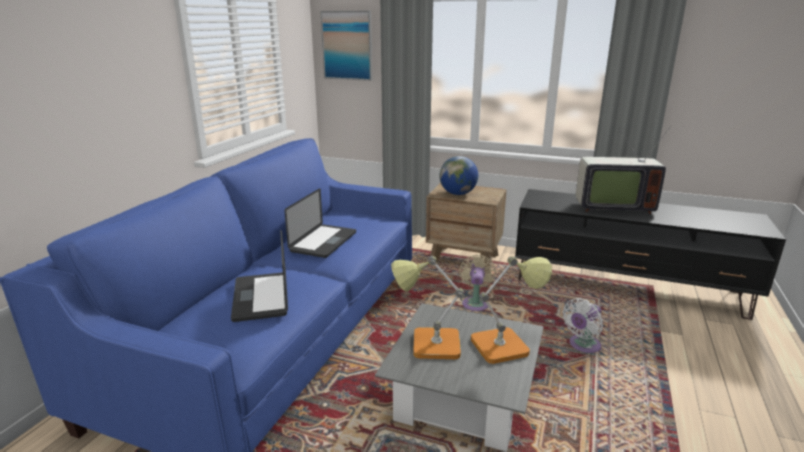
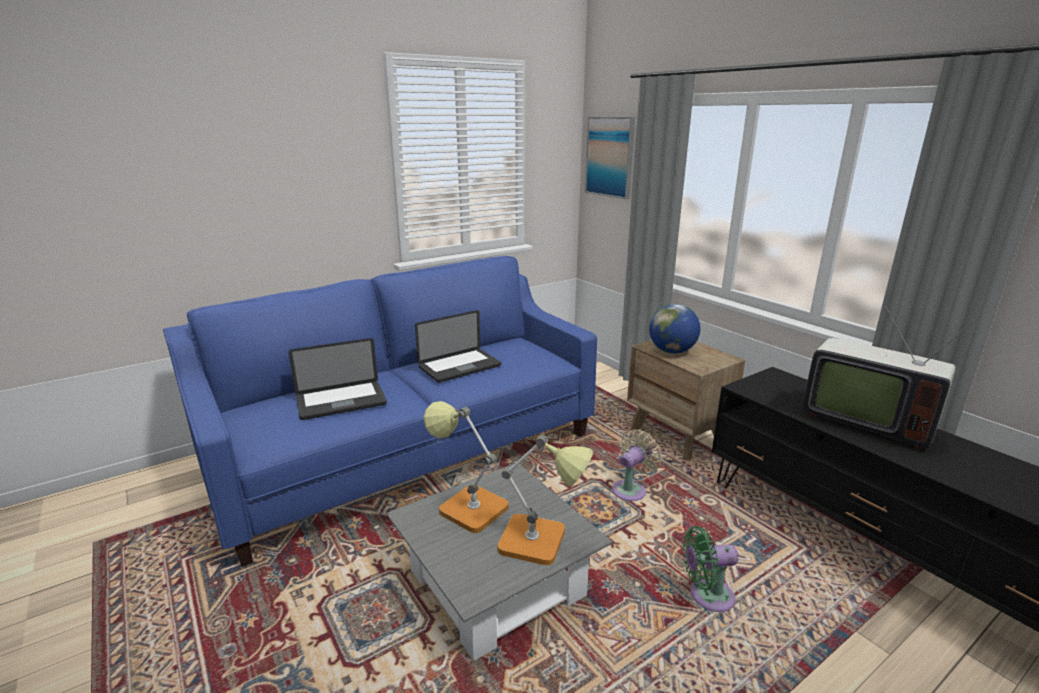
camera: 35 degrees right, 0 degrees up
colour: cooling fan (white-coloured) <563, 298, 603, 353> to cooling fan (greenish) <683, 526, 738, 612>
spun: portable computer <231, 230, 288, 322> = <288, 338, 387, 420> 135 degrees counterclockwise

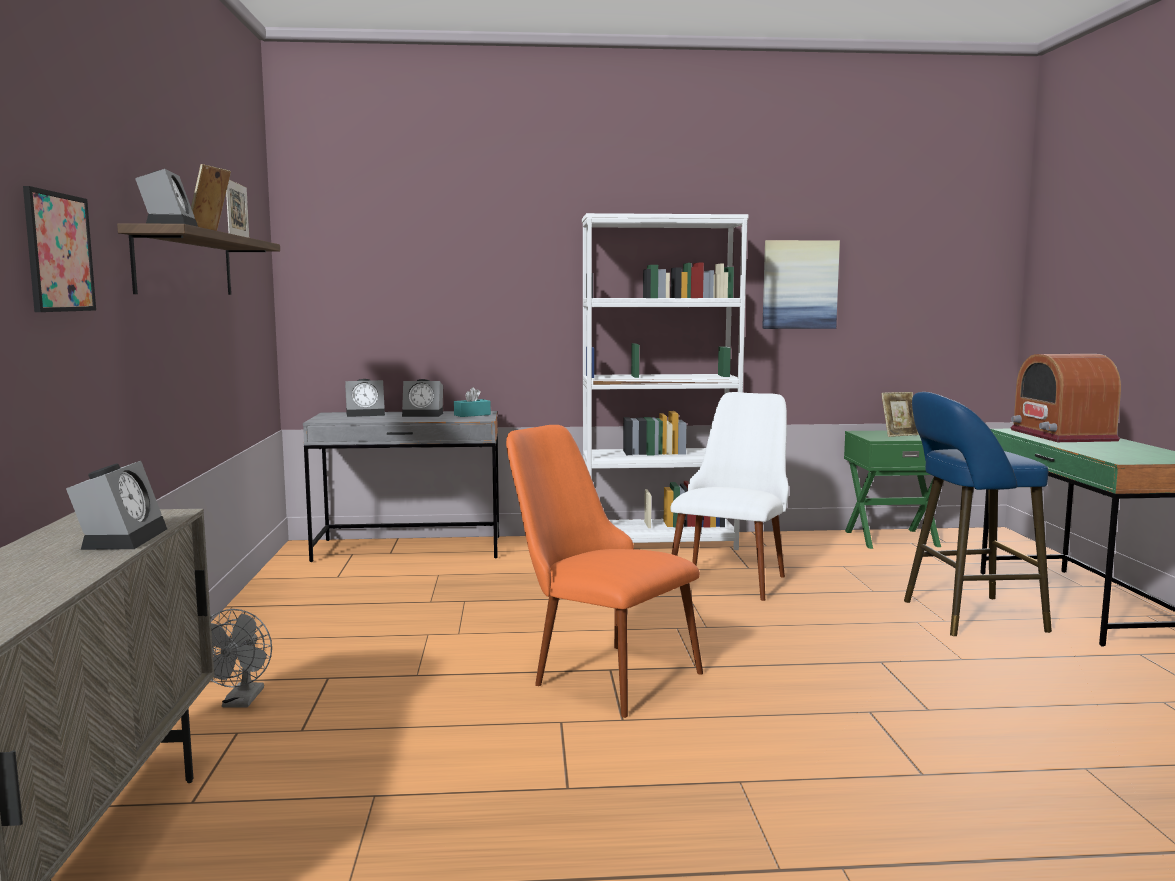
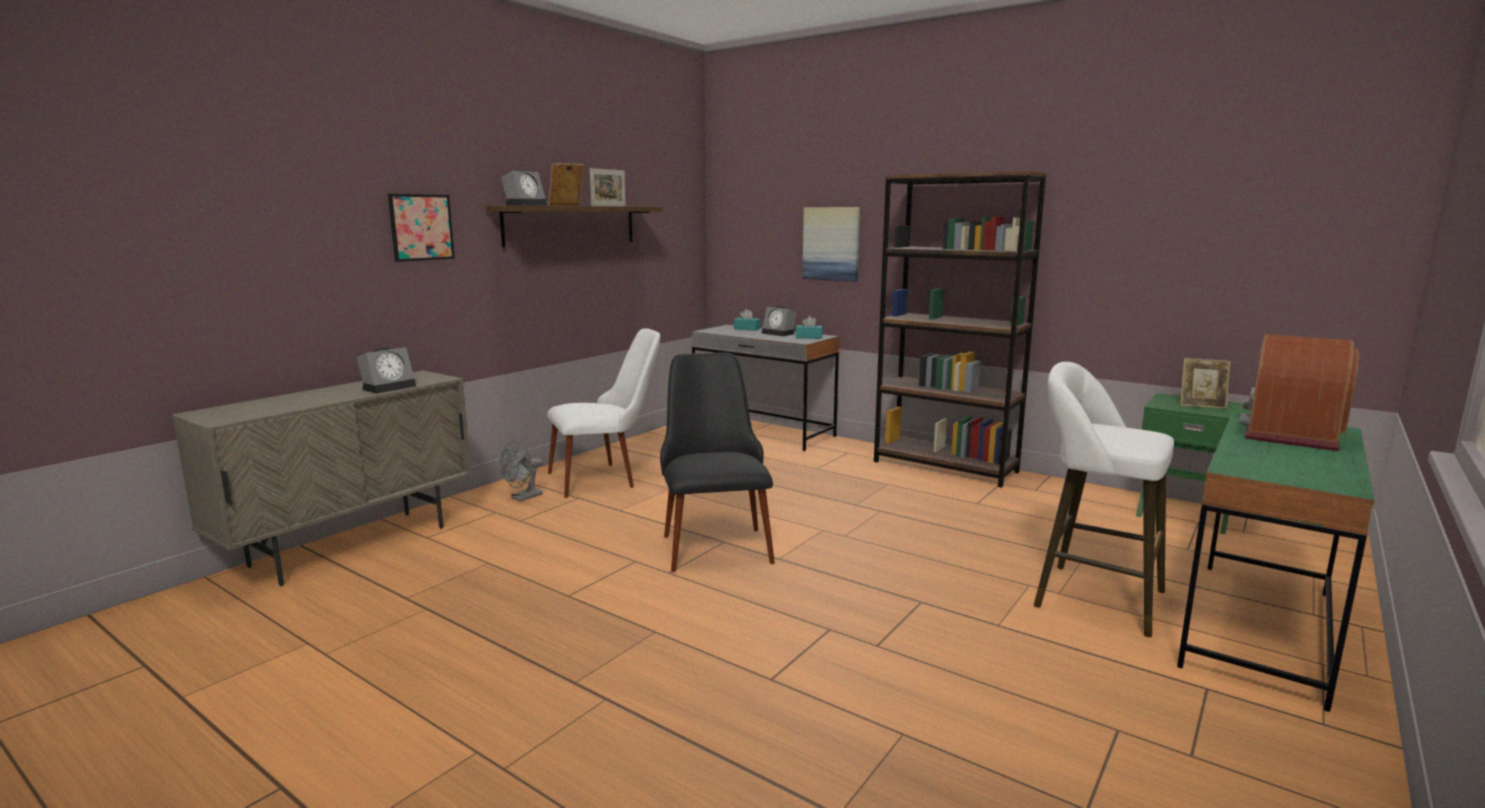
camera: 40 degrees right, 5 degrees up
relocated: chair (white-coloured) <670, 392, 789, 601> to <547, 328, 660, 498>; wall picture <762, 240, 840, 329> to <802, 207, 860, 282>
exchanged: alarm clock <345, 379, 385, 417> to tissue box (turquoise-coloured) <734, 309, 761, 331>
colour: chair (orange) <506, 425, 703, 718> to chair (blackish) <660, 352, 775, 572>; bookcase (white-coloured) <582, 213, 749, 550> to bookcase (brown-coloured) <874, 171, 1047, 488>; sitting stool (blue-coloured) <904, 392, 1052, 636> to sitting stool (white-coloured) <1034, 362, 1174, 637>

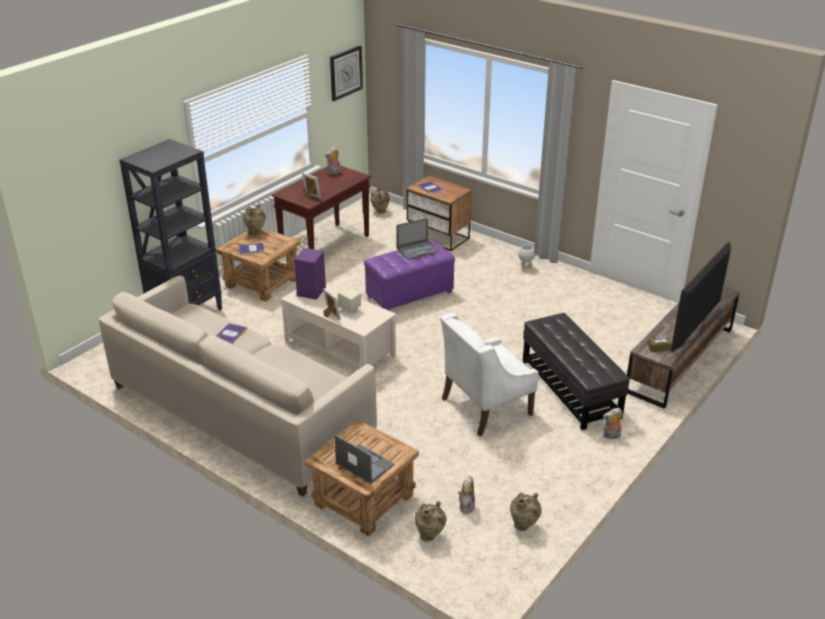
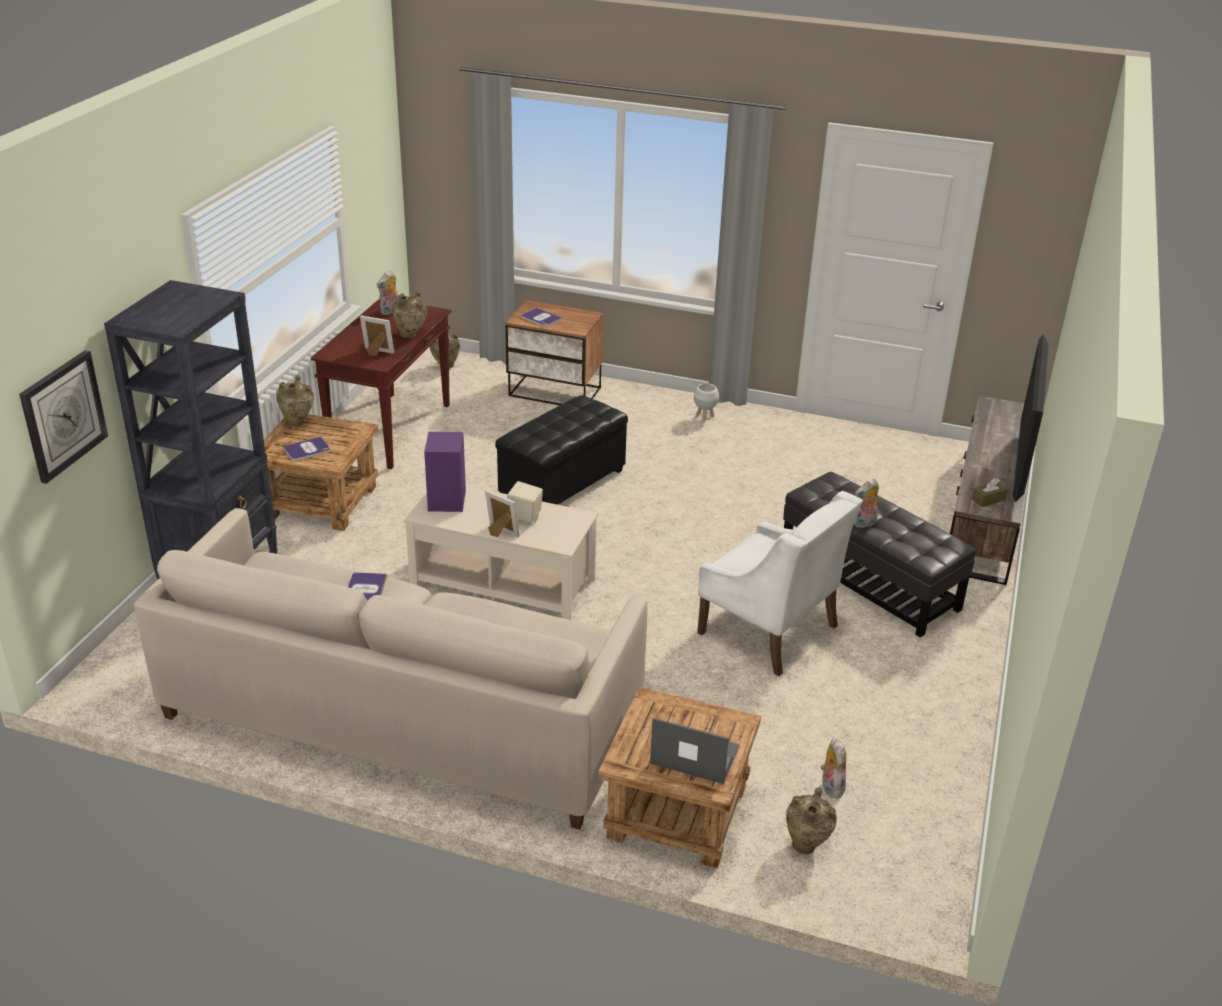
camera: 20 degrees left, 0 degrees up
missing: portable computer <397, 218, 439, 260>
relocated: hanging clock <330, 45, 363, 101> to <19, 350, 108, 484>; decorative vase (beige-coloured) <510, 493, 542, 531> to <392, 291, 427, 338>; plush toy <603, 408, 623, 439> to <853, 478, 879, 528>
colour: pouffe (purple) <364, 240, 455, 310> to pouffe (blackish) <495, 395, 628, 505>
spun: lounge chair (white-coloured) <440, 312, 539, 437> = <697, 491, 863, 676> 90 degrees counterclockwise

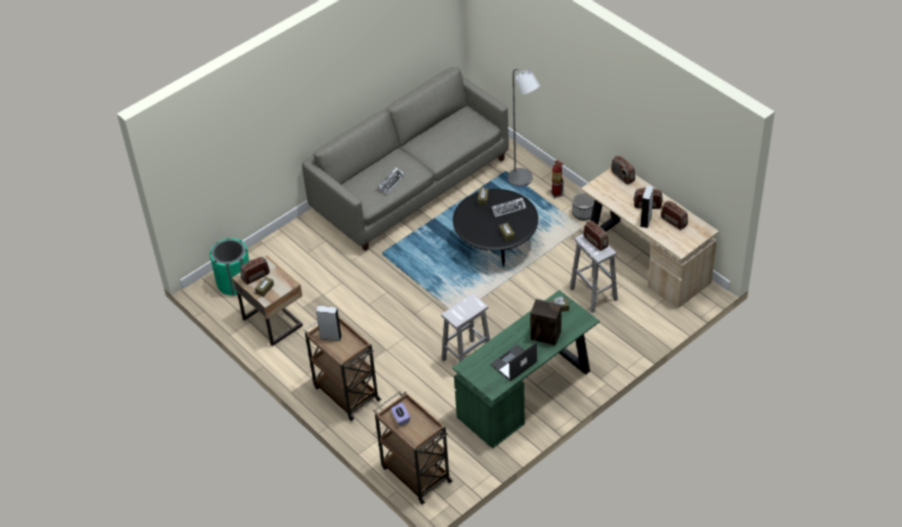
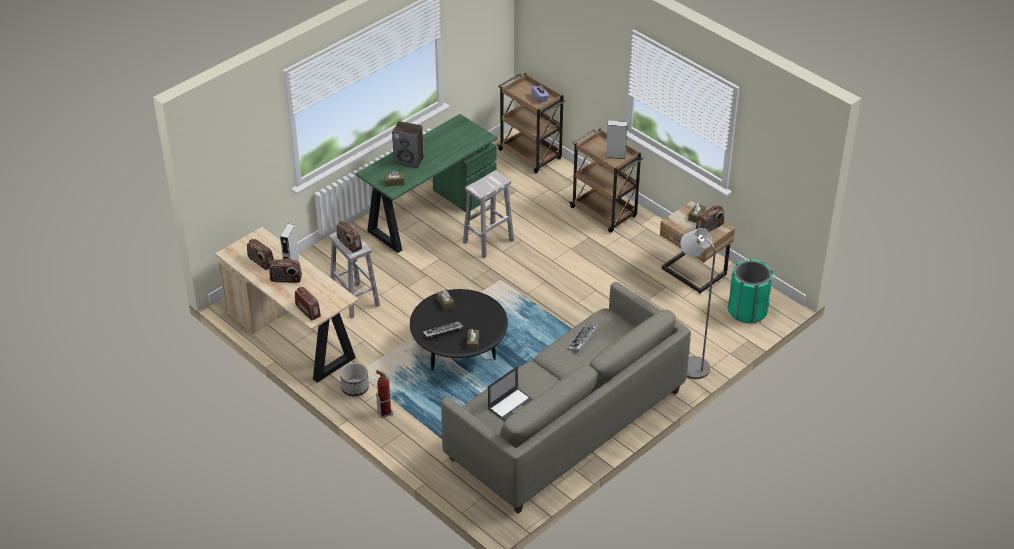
camera: 175 degrees right, 5 degrees down
relocated: portable computer <490, 342, 537, 382> to <488, 366, 533, 421>; standing lamp (grey) <508, 69, 540, 186> to <680, 228, 716, 379>

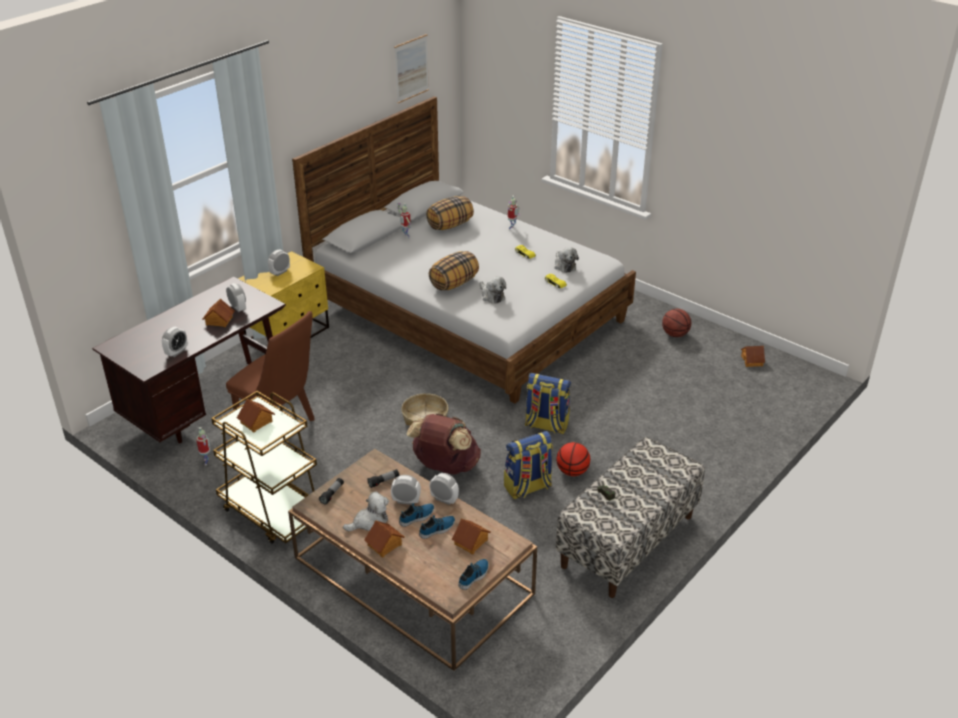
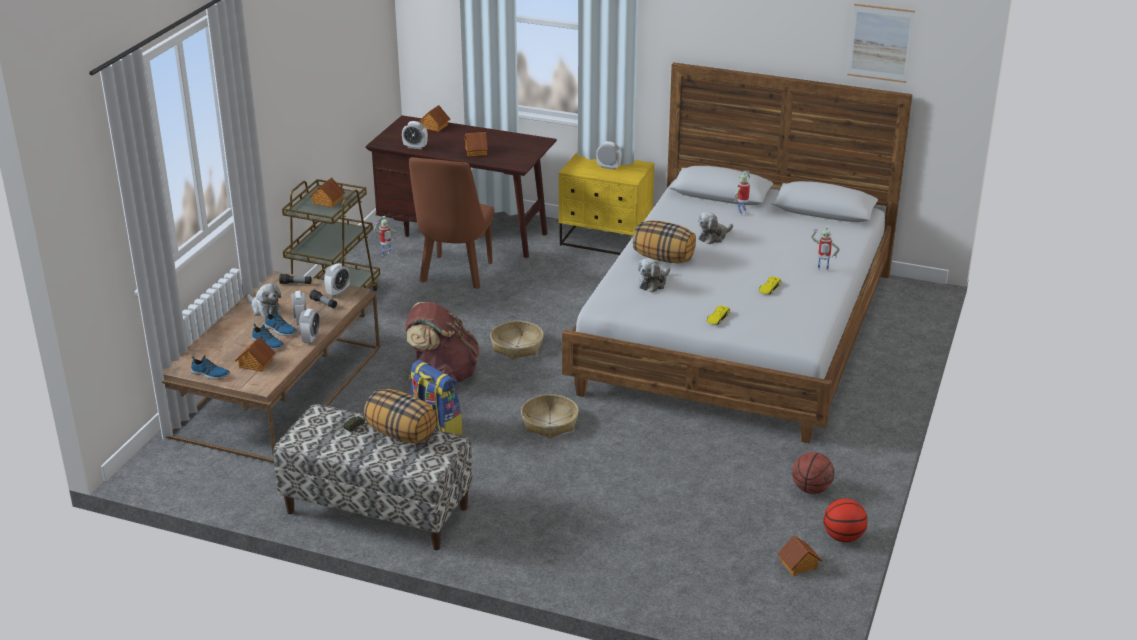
camera: 70 degrees right, 5 degrees down
relocated: alarm clock <226, 283, 246, 312> to <324, 263, 350, 297>; cushion <426, 196, 474, 230> to <363, 389, 438, 444>; miniature house <364, 520, 405, 557> to <418, 105, 450, 132>; plush toy <555, 247, 579, 273> to <698, 212, 733, 244>; ball for basketball <556, 442, 590, 476> to <823, 499, 868, 542>
exchanged: knapsack <525, 373, 571, 434> to storage basket <521, 394, 579, 439>

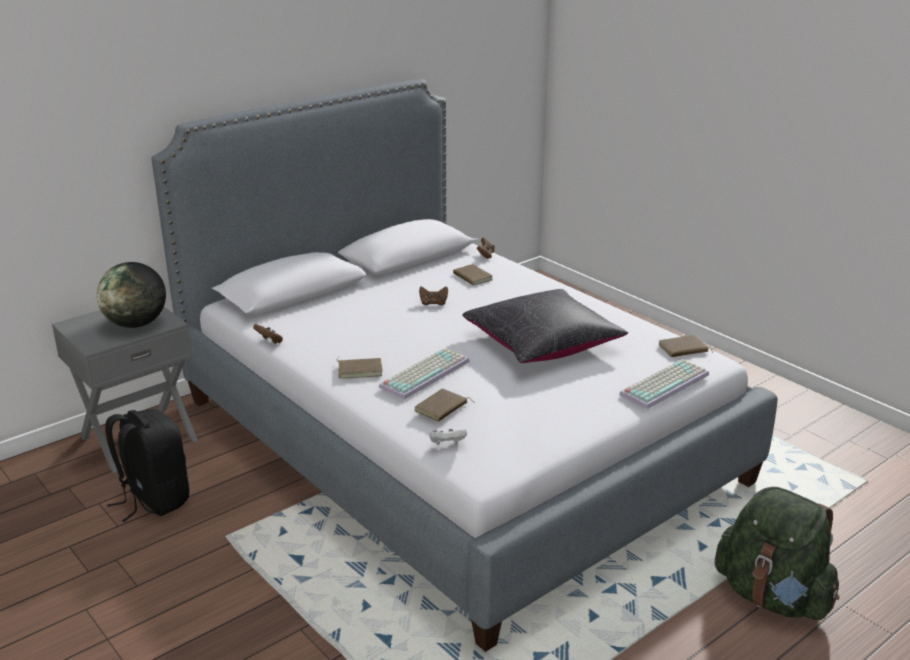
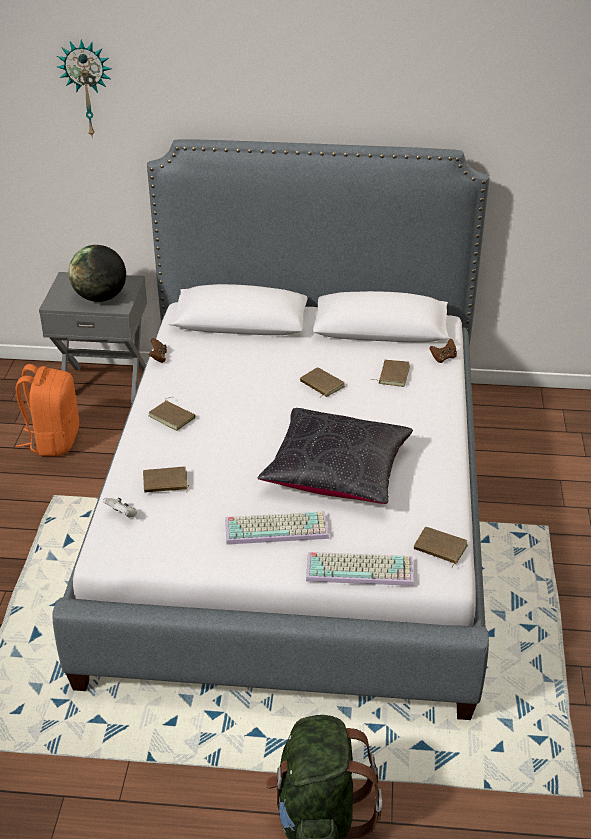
camera: 45 degrees right, 10 degrees up
appeared: hanging clock <57, 40, 112, 136>
relocated: keyboard <379, 348, 469, 400> to <225, 511, 329, 545>
exchanged: gamepad (brown-coloured) <419, 286, 448, 305> to bound book (brown-coloured) <300, 367, 345, 397>
colour: knapsack (blackish) <105, 409, 189, 522> to knapsack (orange) <16, 364, 79, 456>

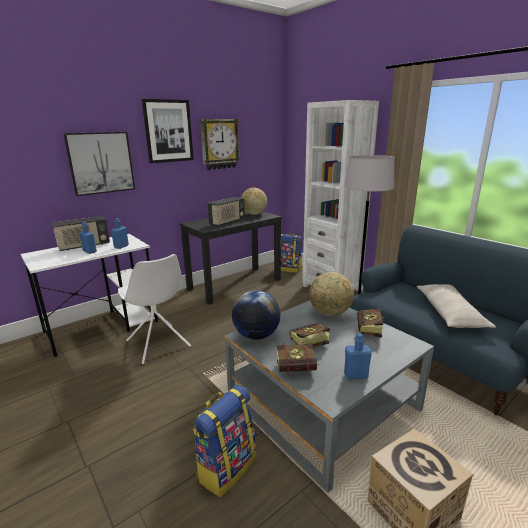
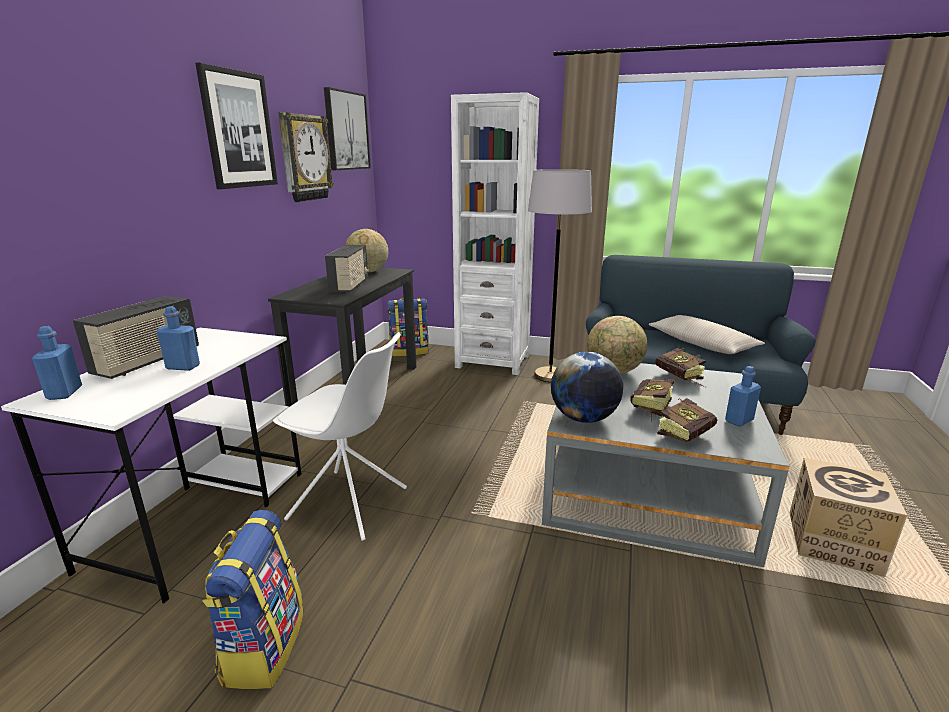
camera: 35 degrees left, 0 degrees up
relocated: beverage bottle (blue-coloured) <111, 218, 129, 249> to <32, 326, 82, 400>; knapsack <193, 385, 256, 497> to <202, 510, 304, 689>; wall picture <63, 132, 135, 196> to <324, 87, 371, 170>

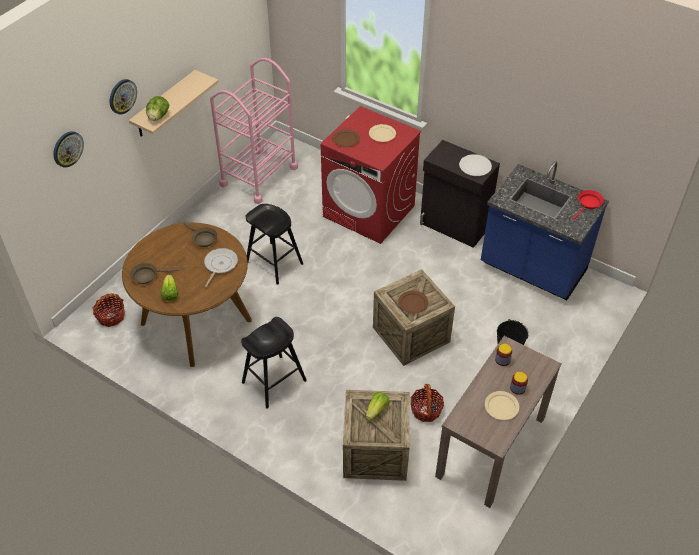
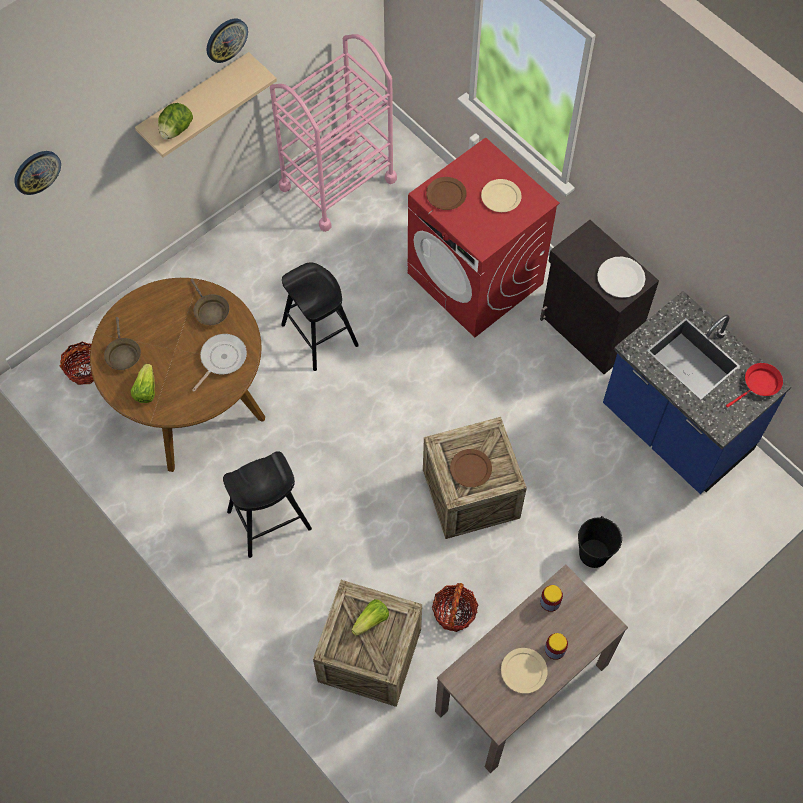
camera: 15 degrees right, 15 degrees up
relocated: hanging clock <110, 79, 137, 114> to <207, 19, 248, 63>
spun: frying pan (brown-coloured) <130, 263, 178, 284> = <104, 317, 141, 370> 105 degrees counterclockwise

